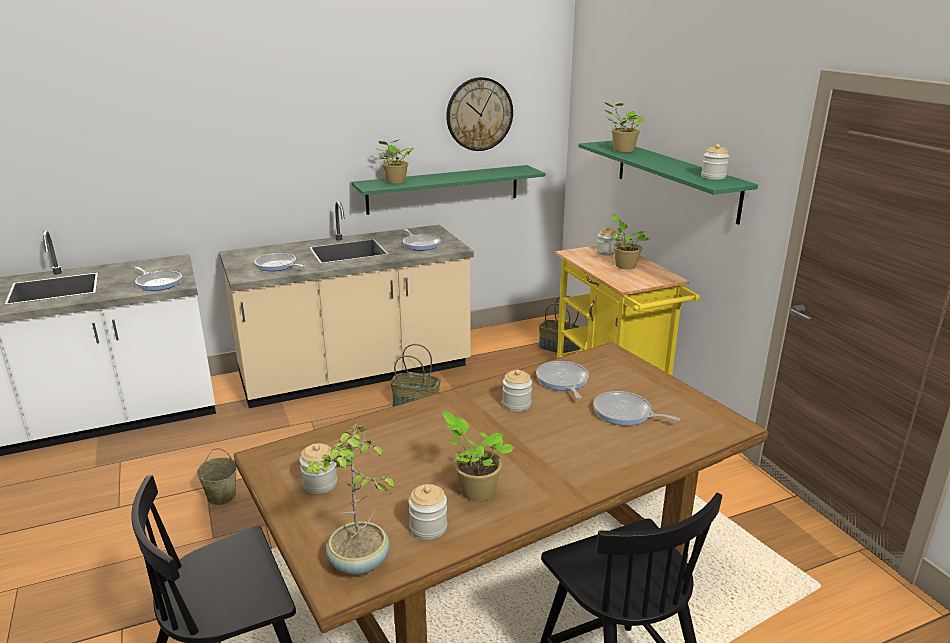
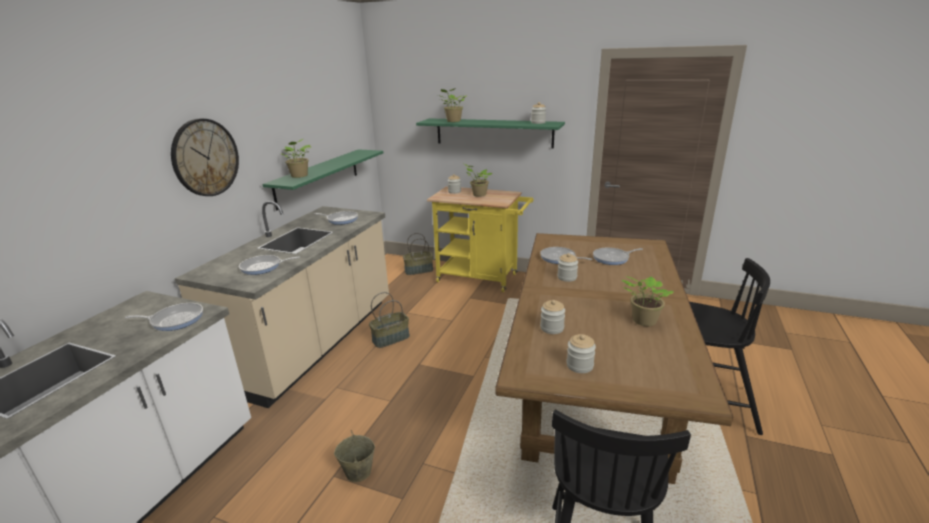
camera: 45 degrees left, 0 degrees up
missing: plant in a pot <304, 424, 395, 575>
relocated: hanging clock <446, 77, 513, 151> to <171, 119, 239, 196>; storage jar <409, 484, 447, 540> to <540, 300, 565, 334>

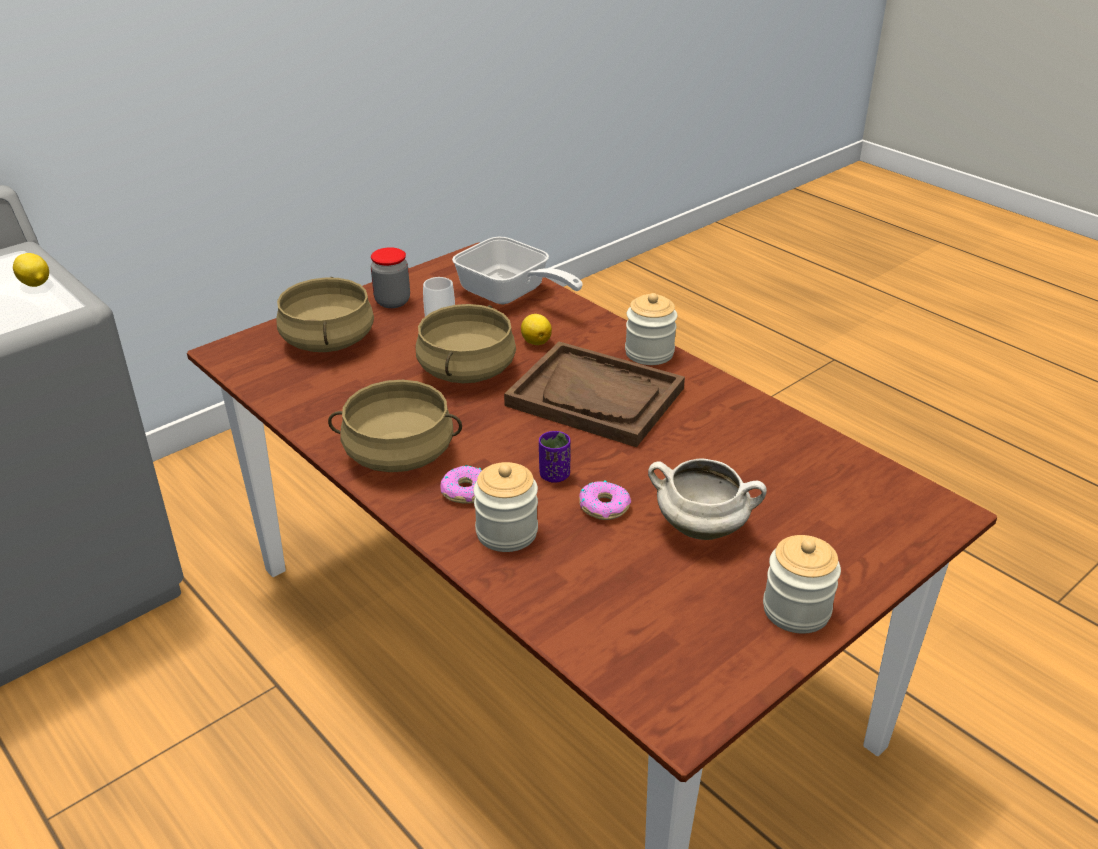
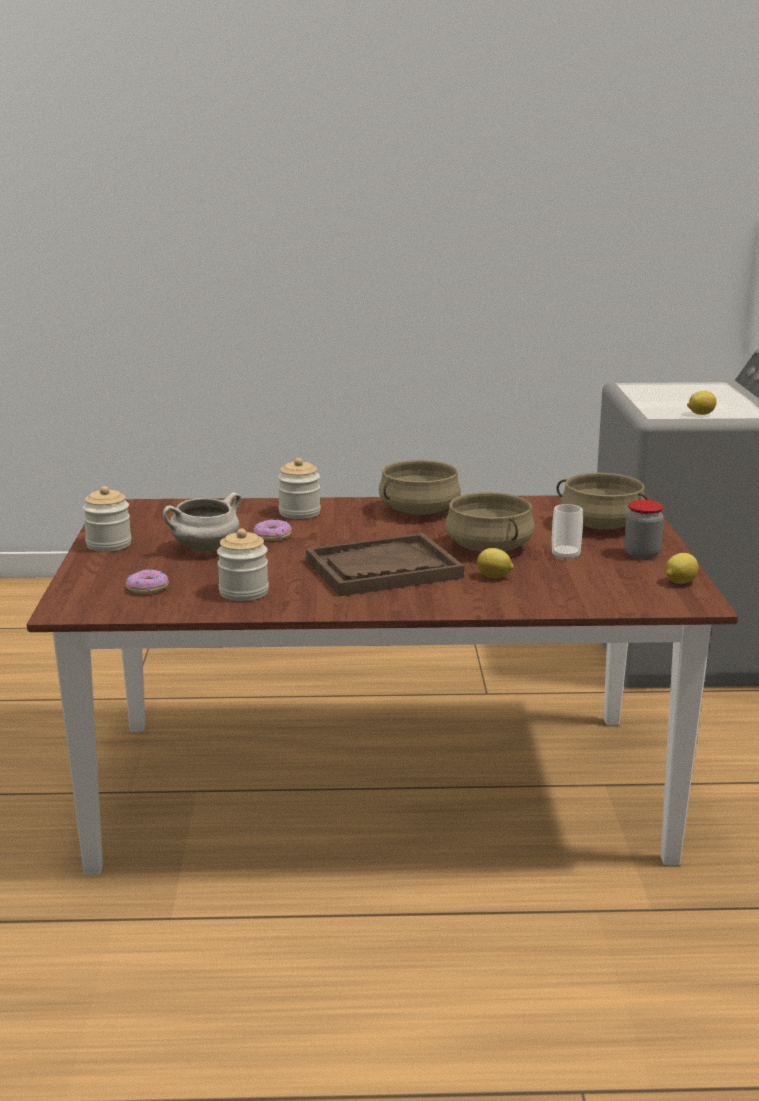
camera: 130 degrees right, 15 degrees down
missing: frying pan <452, 237, 583, 304>; cup (purple) <539, 431, 570, 483>
appeared: lemon <665, 553, 699, 584>
relocated: ring doughnut <441, 465, 482, 504> to <126, 569, 169, 594>; storage jar <625, 293, 677, 365> to <217, 528, 269, 601>

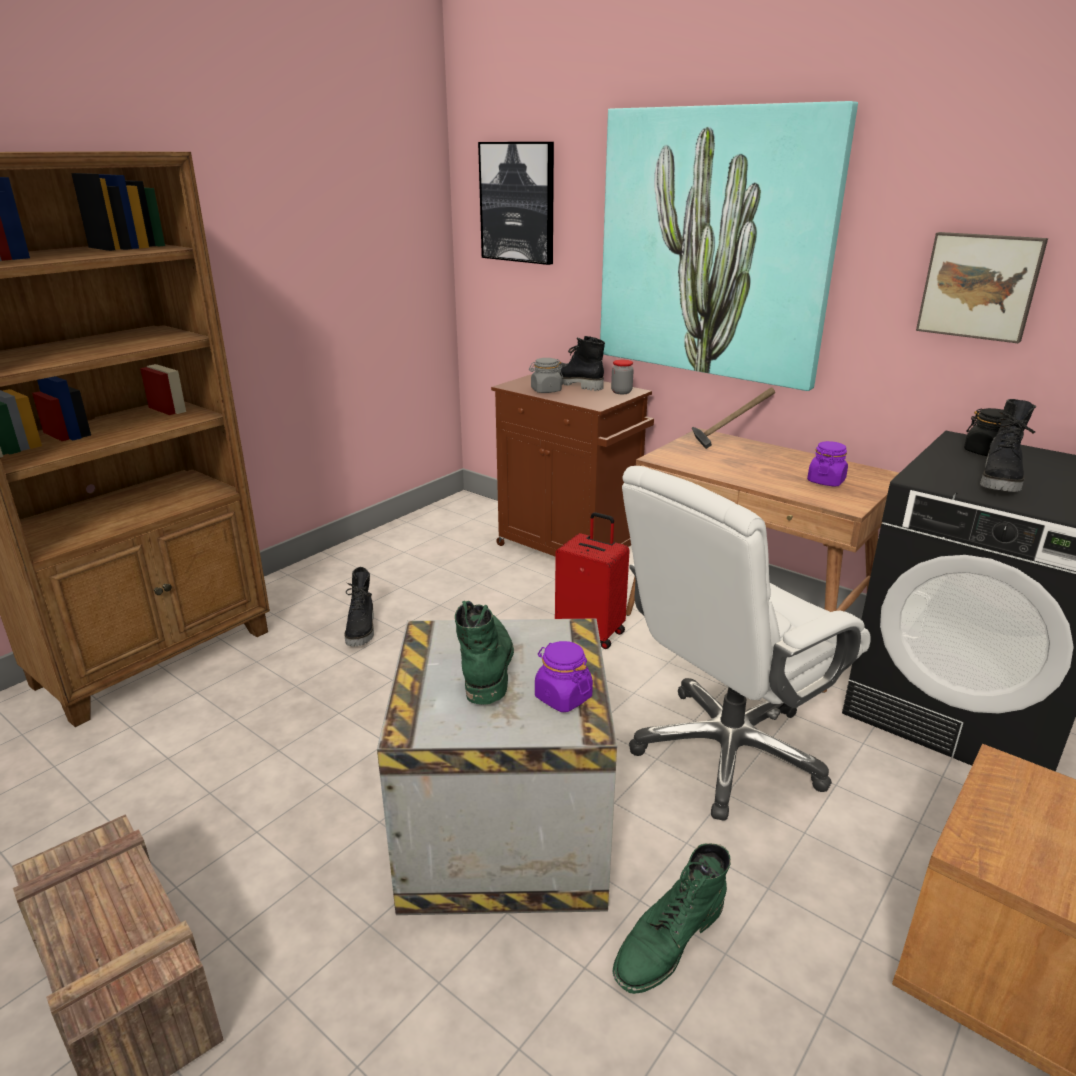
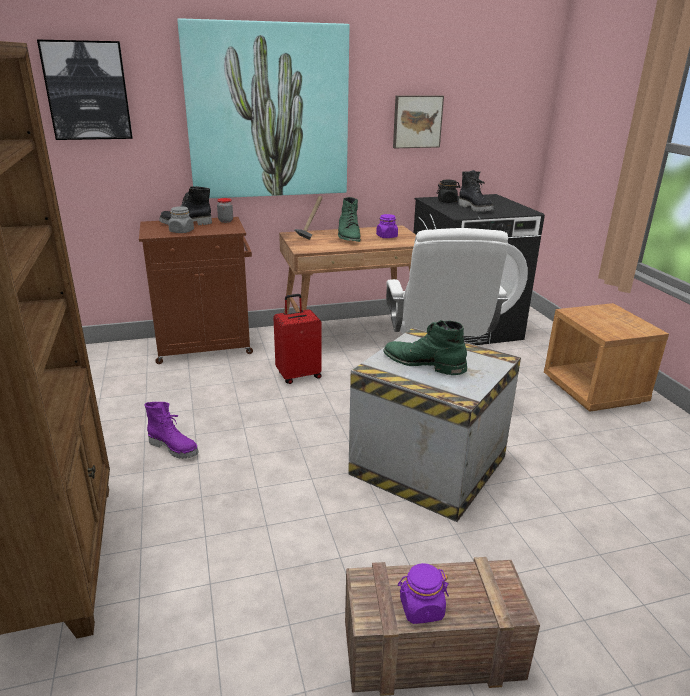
camera: 55 degrees left, 0 degrees up
relocated: tall boot (greenish) <613, 843, 731, 994> to <338, 197, 361, 242>; storage jar (purple) <535, 641, 593, 712> to <398, 563, 449, 624>
colour: tall boot (blackish) <345, 567, 374, 646> to tall boot (purple) <144, 402, 199, 459>

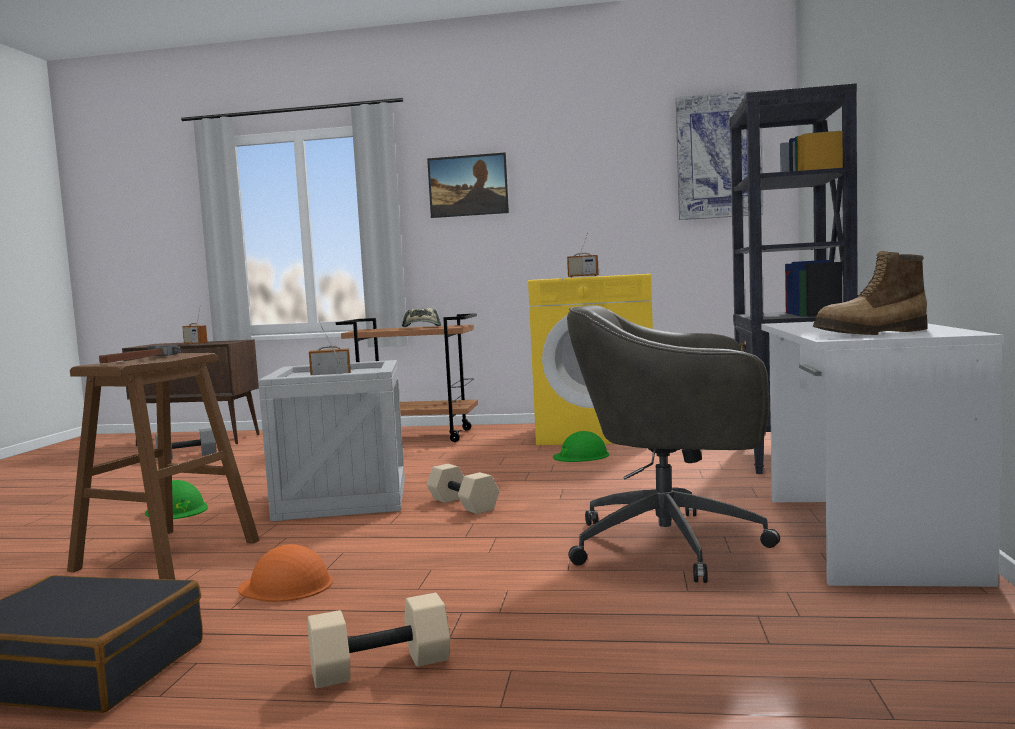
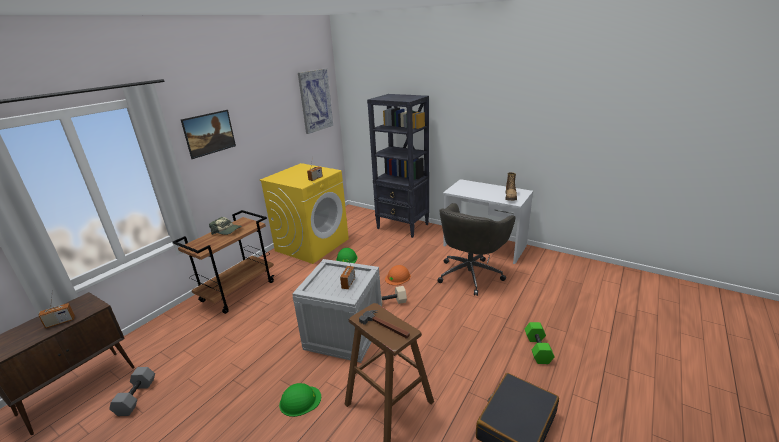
camera: 65 degrees left, 20 degrees up
relocated: work helmet (orange) <238, 544, 333, 602> to <385, 265, 411, 285>
colour: free weight (beige-coloured) <308, 593, 450, 688> to free weight (greenish) <525, 322, 555, 364>

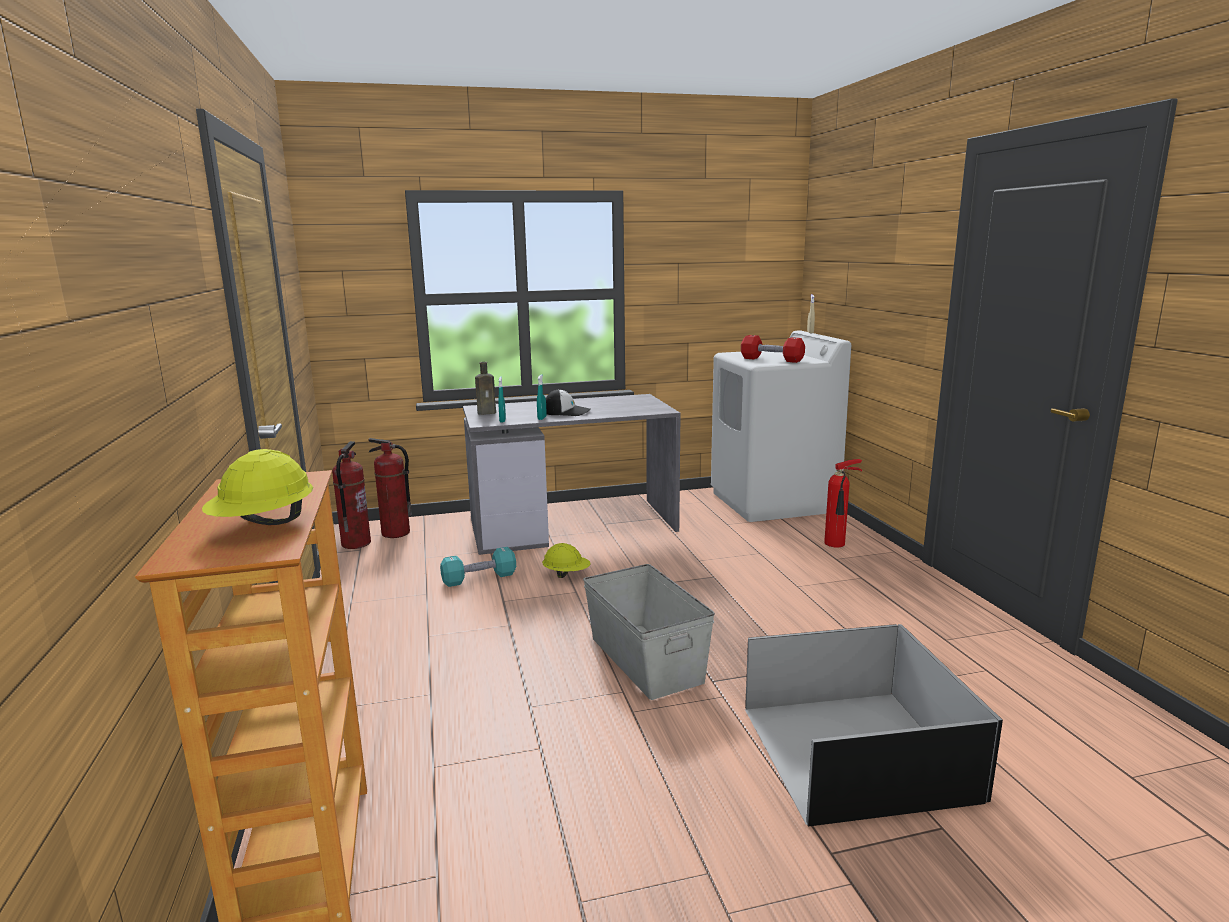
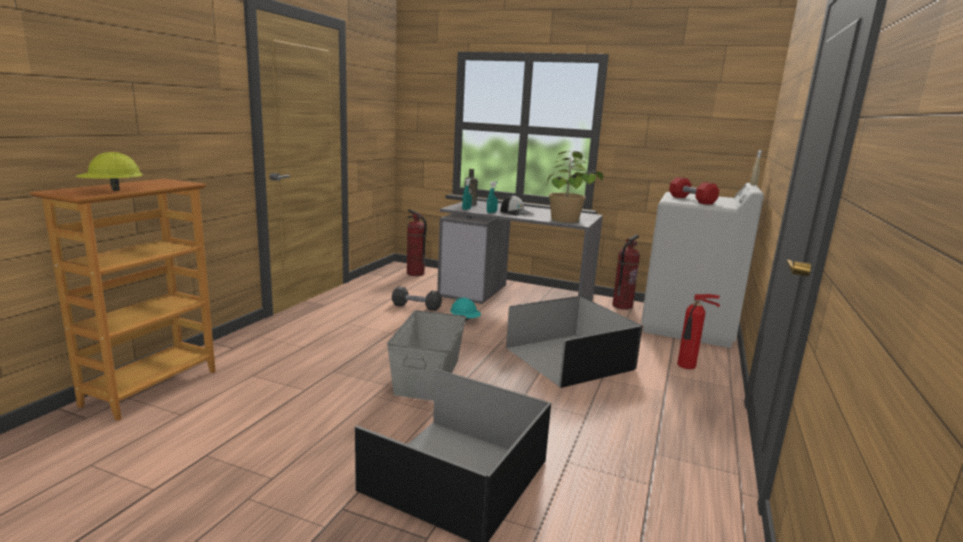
camera: 35 degrees right, 0 degrees up
appeared: storage bin (blackish) <506, 296, 643, 388>; plant in a pot <546, 151, 604, 223>
relocated: fire-fighting cylinder <332, 441, 371, 549> to <612, 235, 640, 310>
colour: free weight (turquoise-coloured) <440, 547, 516, 587> to free weight (blackish) <392, 287, 442, 311>; work helmet (yellowish) <542, 543, 591, 578> to work helmet (turquoise-coloured) <450, 297, 481, 321>

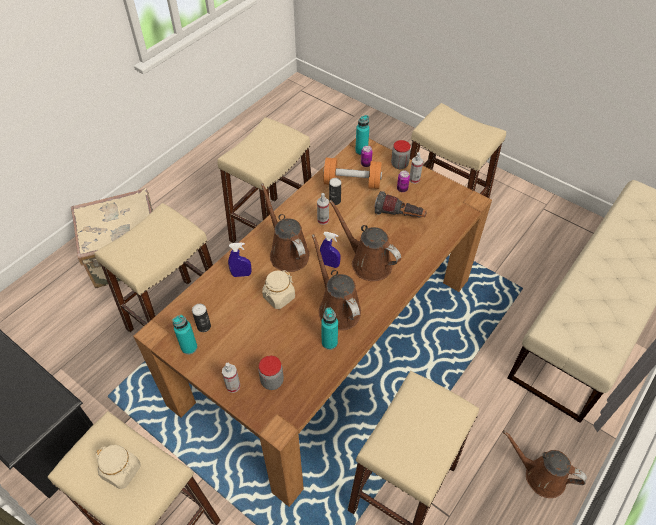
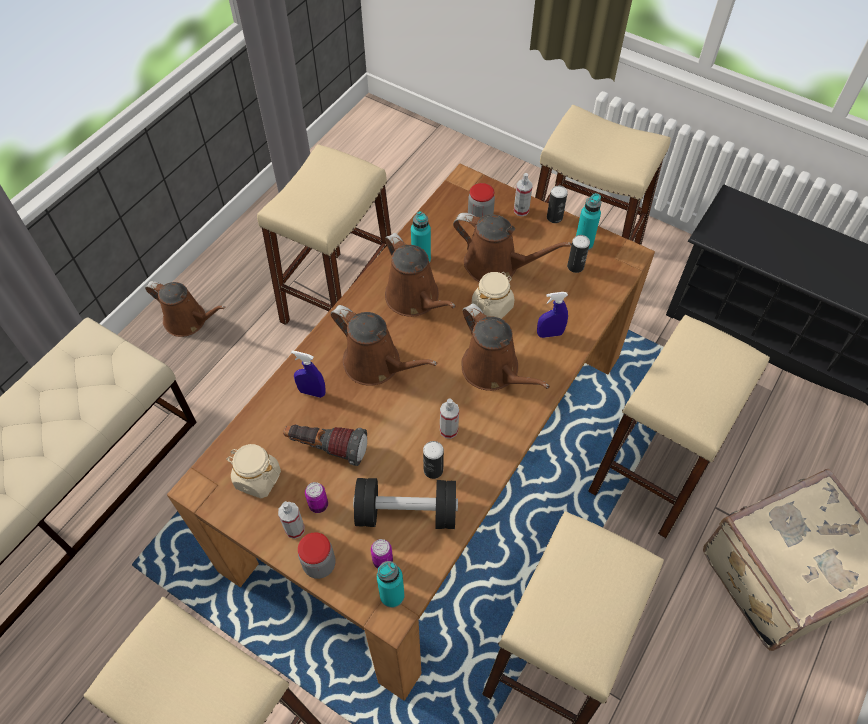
camera: 175 degrees right, 5 degrees up
appeared: watering pot (brown-coloured) <453, 213, 572, 282>; can <547, 186, 568, 223>
relocated: storage jar (beige-coloured) <96, 445, 141, 489> to <226, 444, 281, 498>; hand sprayer (blue-coloured) <320, 232, 341, 268> to <291, 350, 326, 398>
colour: free weight (orange) <323, 158, 382, 189> to free weight (blackish) <353, 478, 458, 529>

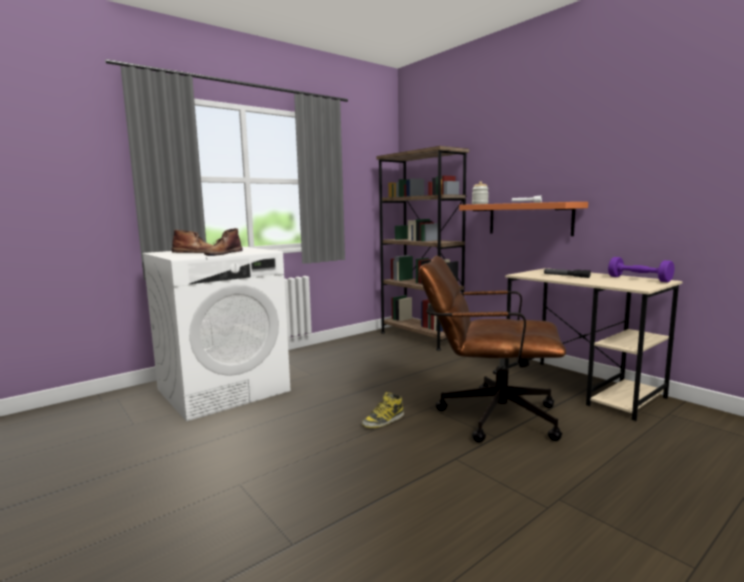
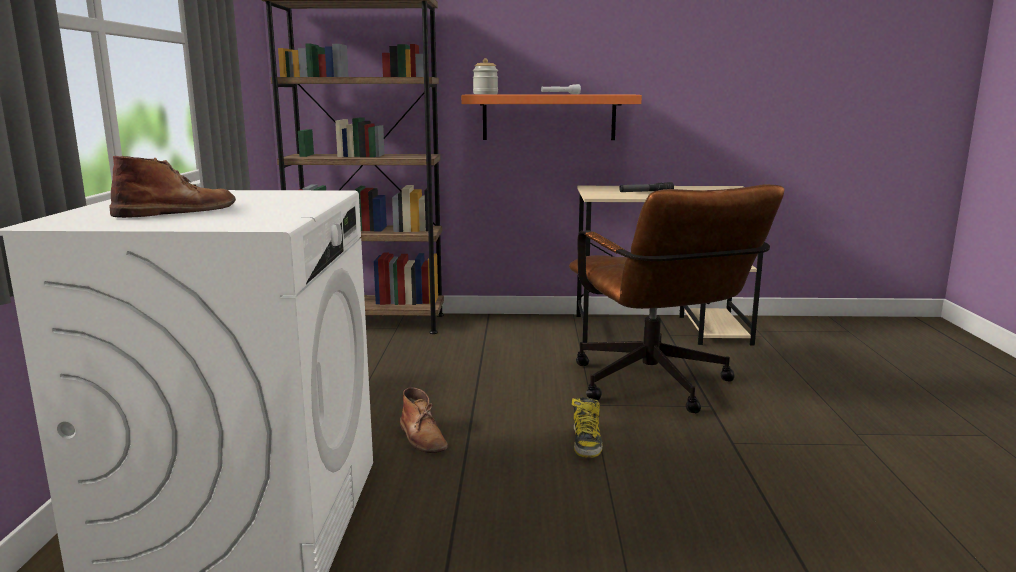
camera: 50 degrees left, 5 degrees up
missing: free weight (purple) <608, 257, 674, 283>
relocated: tall boot (brown-coloured) <204, 228, 243, 256> to <400, 387, 448, 453>
spun: desk chair (brown-coloured) <419, 256, 566, 443> = <569, 184, 785, 413> 75 degrees counterclockwise

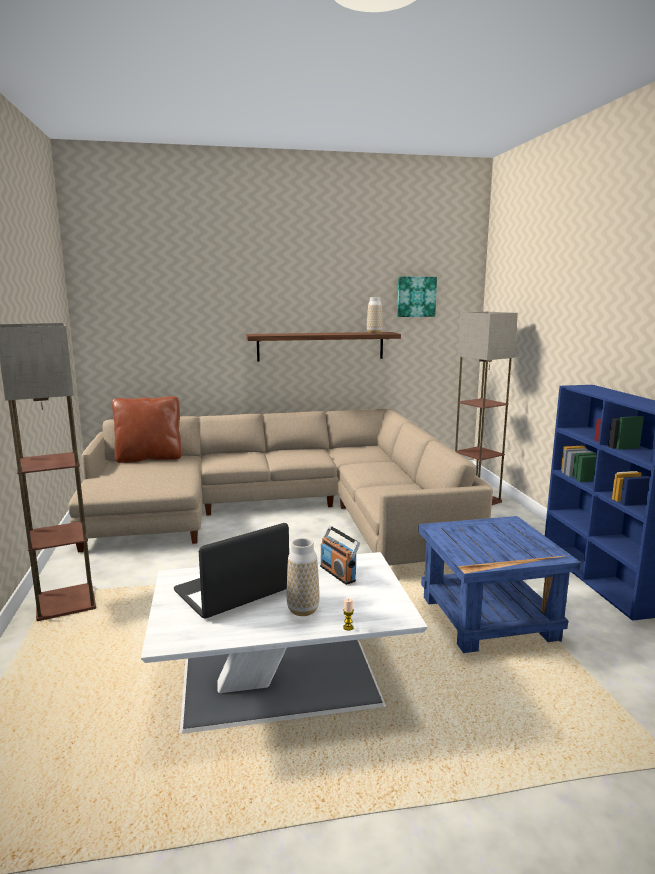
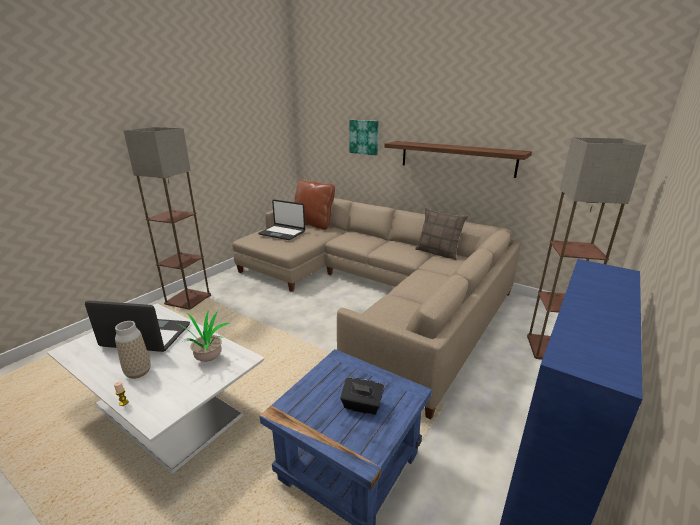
camera: 45 degrees right, 10 degrees up
missing: decorative vase <367, 297, 382, 334>
appeared: portable computer <258, 200, 305, 240>; tissue box (blackish) <340, 378, 384, 415>; cushion <415, 207, 468, 260>
relocated: wall picture <397, 277, 437, 317> to <349, 120, 378, 155>
exchanged: radio set <320, 526, 360, 585> to plant in a pot <177, 309, 229, 362>

